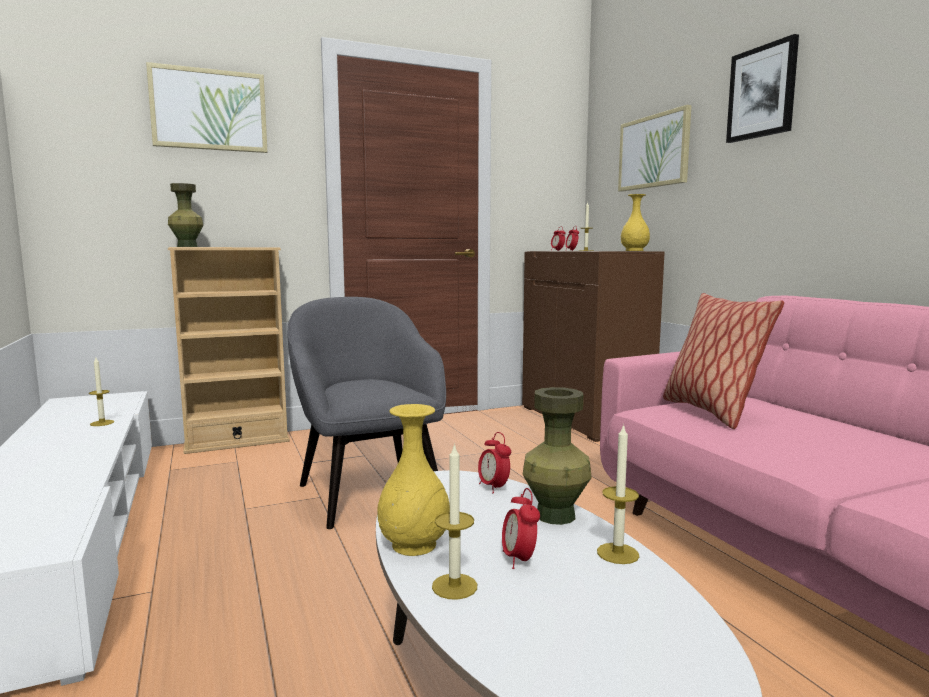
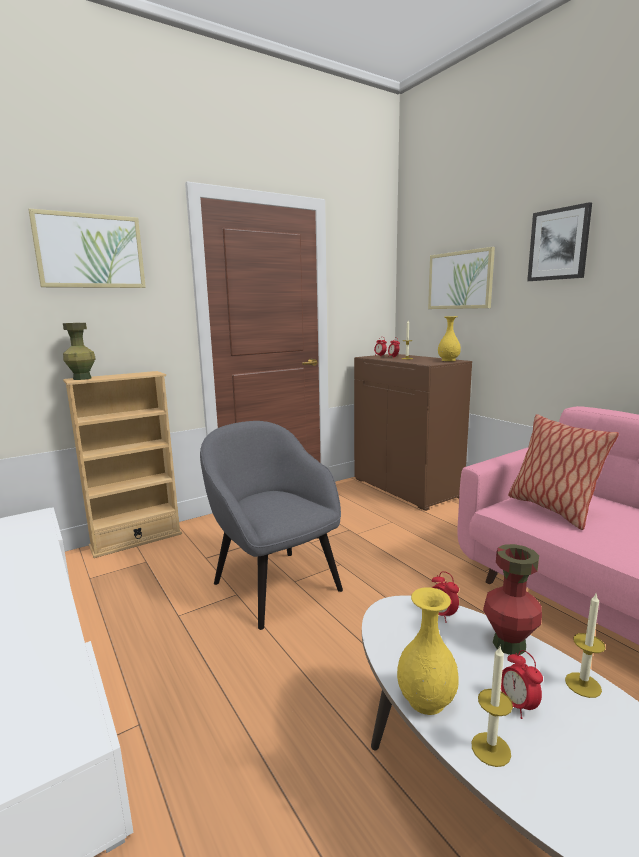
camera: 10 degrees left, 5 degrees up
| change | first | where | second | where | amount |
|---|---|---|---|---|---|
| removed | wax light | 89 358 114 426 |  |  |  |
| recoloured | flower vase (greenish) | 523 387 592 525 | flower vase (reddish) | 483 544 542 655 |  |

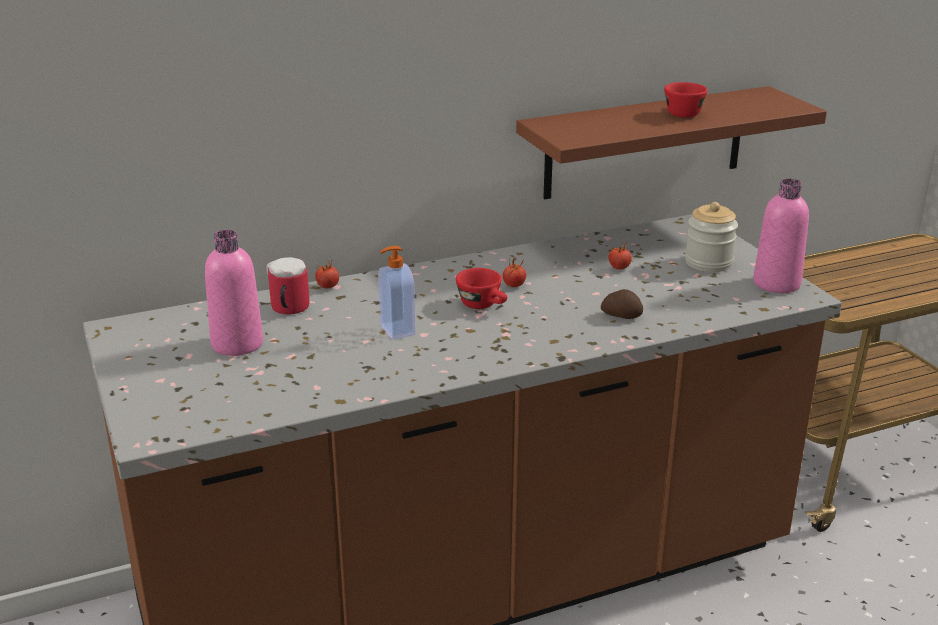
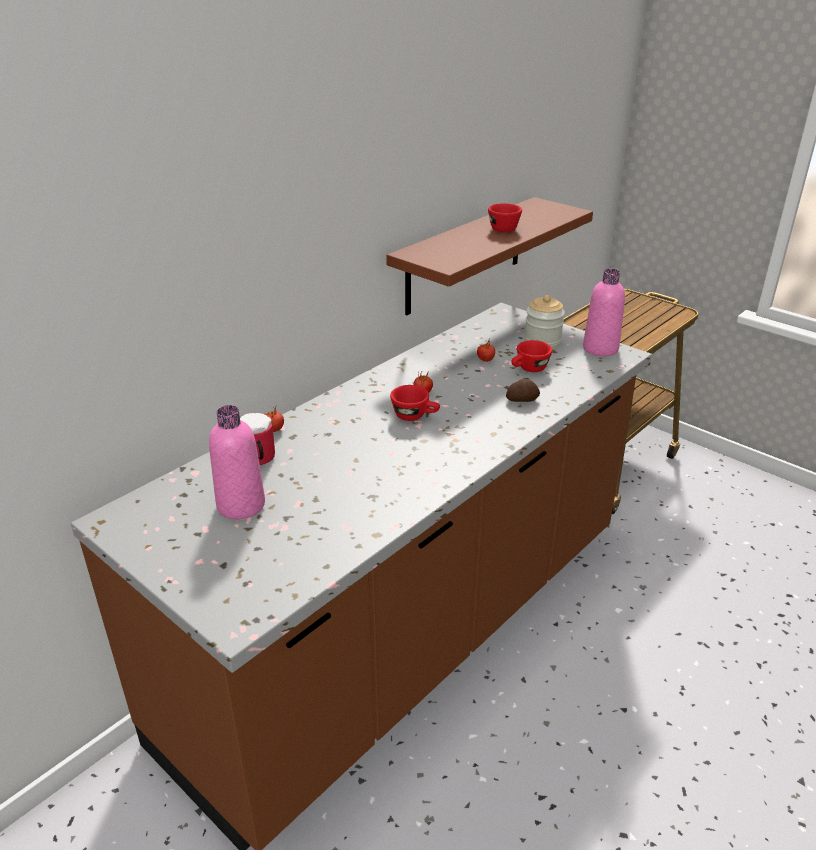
camera: 25 degrees left, 5 degrees up
| change | first | where | second | where | amount |
|---|---|---|---|---|---|
| removed | soap bottle | 378 246 416 340 |  |  |  |
| added |  |  | cup (reddish) | 511 340 552 372 |  |

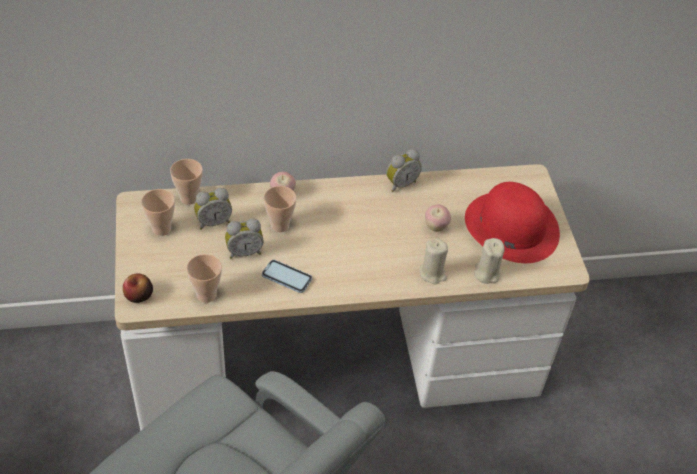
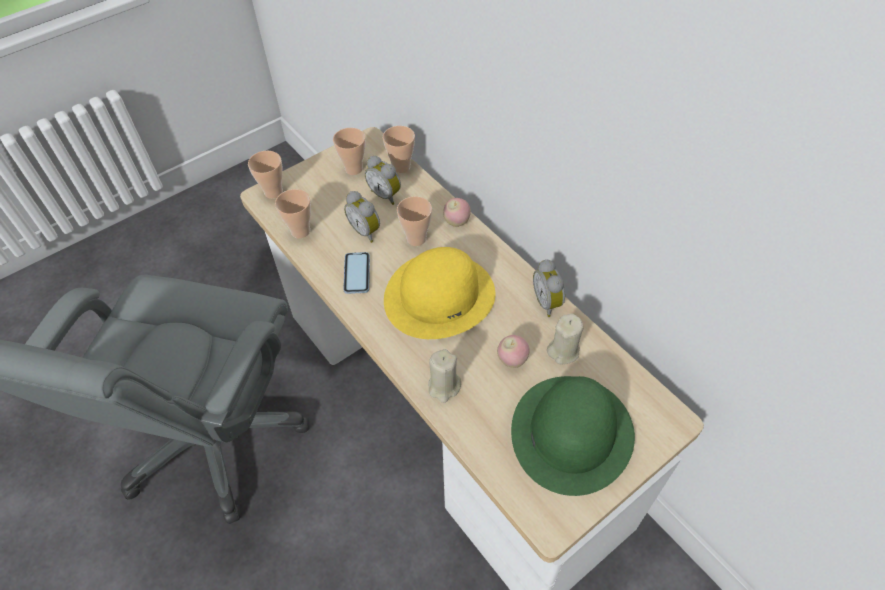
camera: 65 degrees right, 5 degrees up
| change | first | where | second | where | amount |
|---|---|---|---|---|---|
| turned | alarm clock | 386 149 422 192 |  | 533 259 565 317 | 45 degrees clockwise |
| recoloured | clothing hat (reddish) | 465 182 560 263 | clothing hat (greenish) | 511 376 635 496 |  |
| moved | wax light (beige-coloured) | 474 238 505 284 |  | 547 314 584 365 |  |
| replaced | apple | 123 273 153 303 | cup | 248 151 283 199 |  |
| added |  |  | clothing hat (yellow-coloured) | 384 247 495 339 |  |

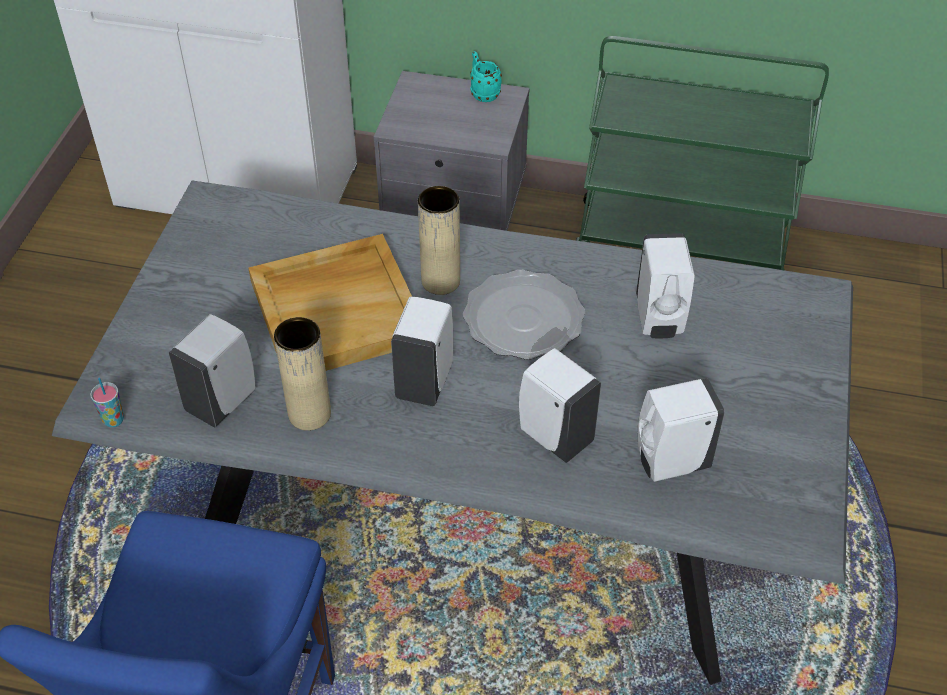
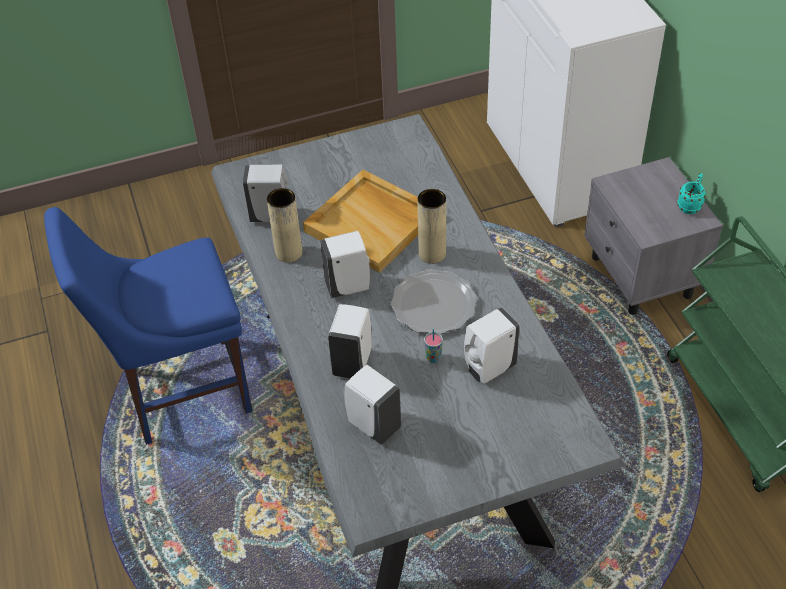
camera: 60 degrees right, 0 degrees up
| change | first | where | second | where | amount |
|---|---|---|---|---|---|
| moved | cup | 90 377 124 427 |  | 424 329 443 363 |  |

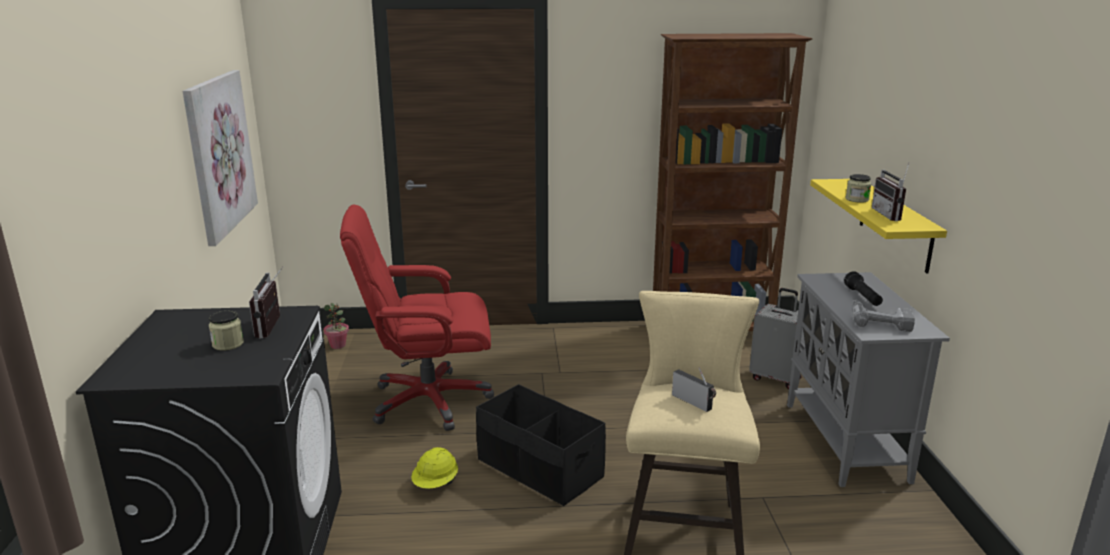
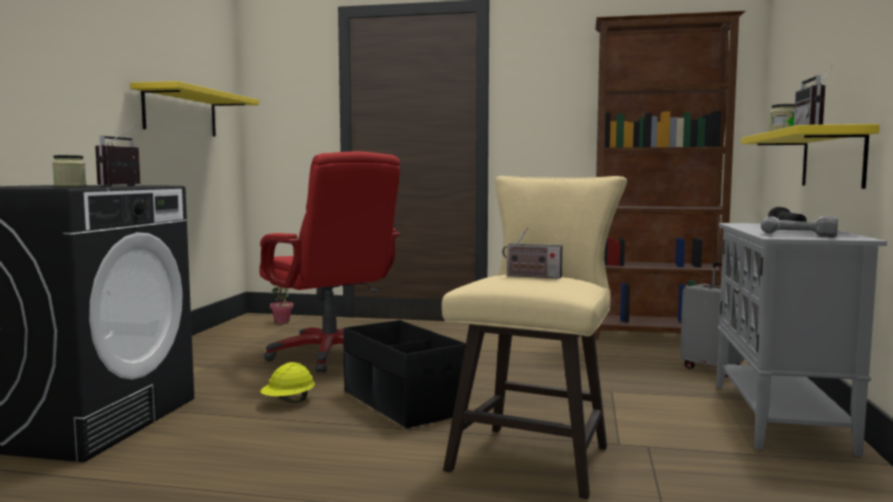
camera: 15 degrees right, 15 degrees down
| change | first | where | second | where | amount |
|---|---|---|---|---|---|
| replaced | picture | 183 70 258 246 | shelf (yellow-coloured) | 130 81 259 136 |  |
| turned | office chair (reddish) | 340 204 494 431 |  | 259 151 400 373 | 135 degrees counterclockwise |
| turned | radio set | 672 367 716 412 |  | 502 227 562 279 | 135 degrees clockwise |

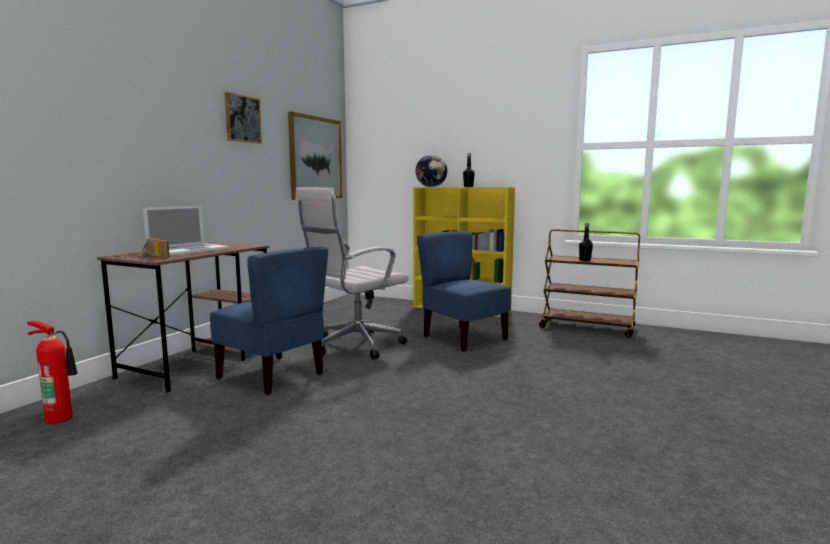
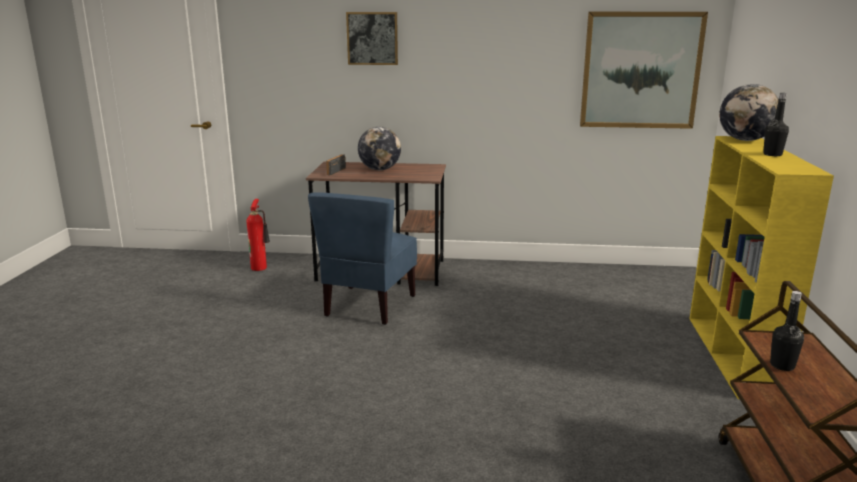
camera: 70 degrees right, 10 degrees up
| change | first | where | second | where | amount |
|---|---|---|---|---|---|
| moved | picture | 225 92 262 144 |  | 346 12 398 65 |  |
| removed | office chair (white-coloured) | 295 187 409 360 |  |  |  |
| replaced | notebook computer | 143 206 230 255 | world globe | 358 127 401 170 |  |
| removed | upright chair (blue) | 417 231 511 352 |  |  |  |

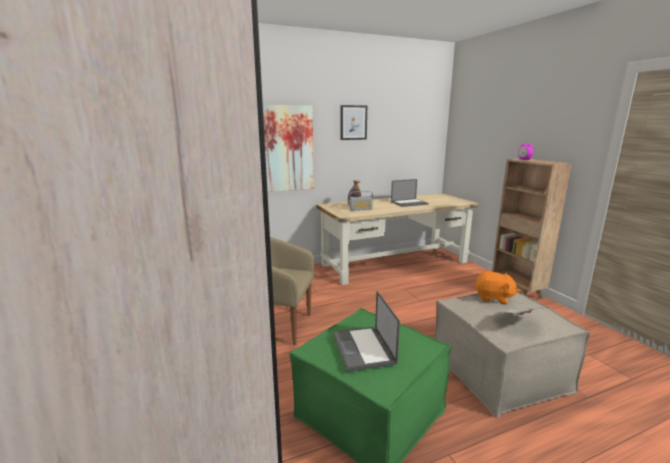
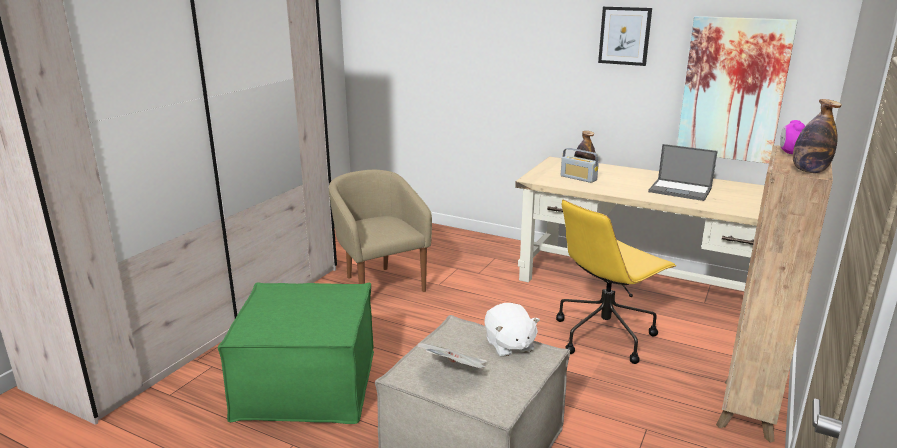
camera: 50 degrees right, 5 degrees up
| change | first | where | second | where | amount |
|---|---|---|---|---|---|
| moved | picture | 263 105 314 192 |  | 677 16 798 164 |  |
| recoloured | cuddly toy (orange) | 474 271 519 305 | cuddly toy (white-coloured) | 484 303 540 357 |  |
| removed | notebook computer | 333 291 400 372 |  |  |  |
| added |  |  | bottle | 793 99 842 173 |  |
| added |  |  | office chair (yellow-coloured) | 556 199 677 364 |  |

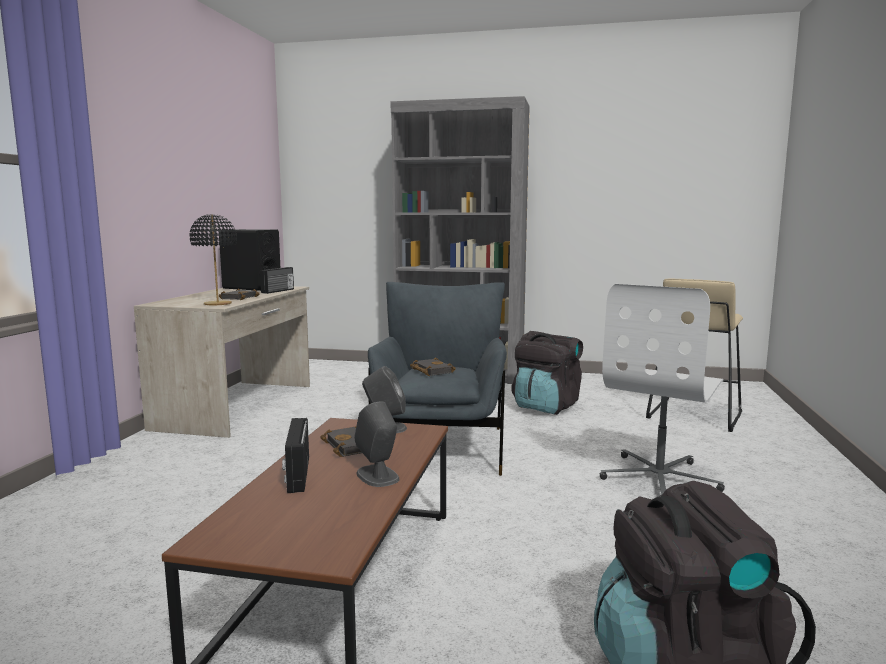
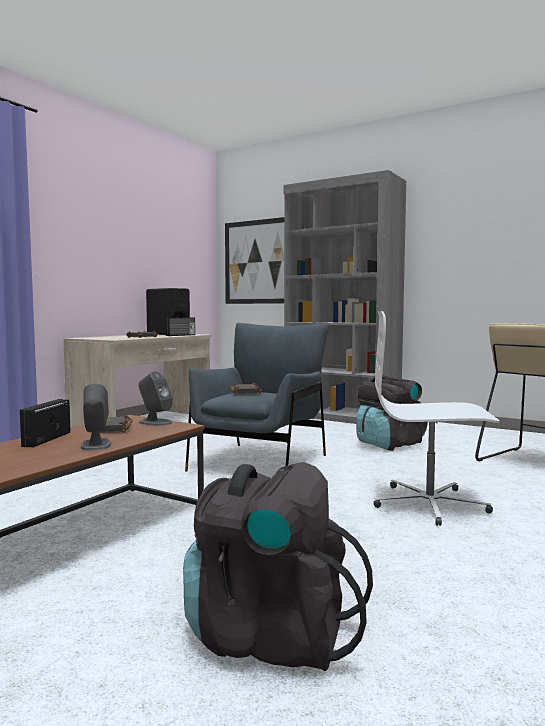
camera: 20 degrees right, 5 degrees down
| change | first | where | second | where | amount |
|---|---|---|---|---|---|
| removed | lamp for a table (black) | 189 214 237 305 |  |  |  |
| turned | office chair (white-coloured) | 600 284 725 496 |  | 374 311 500 526 | 45 degrees clockwise |
| added |  |  | picture | 225 217 284 304 |  |

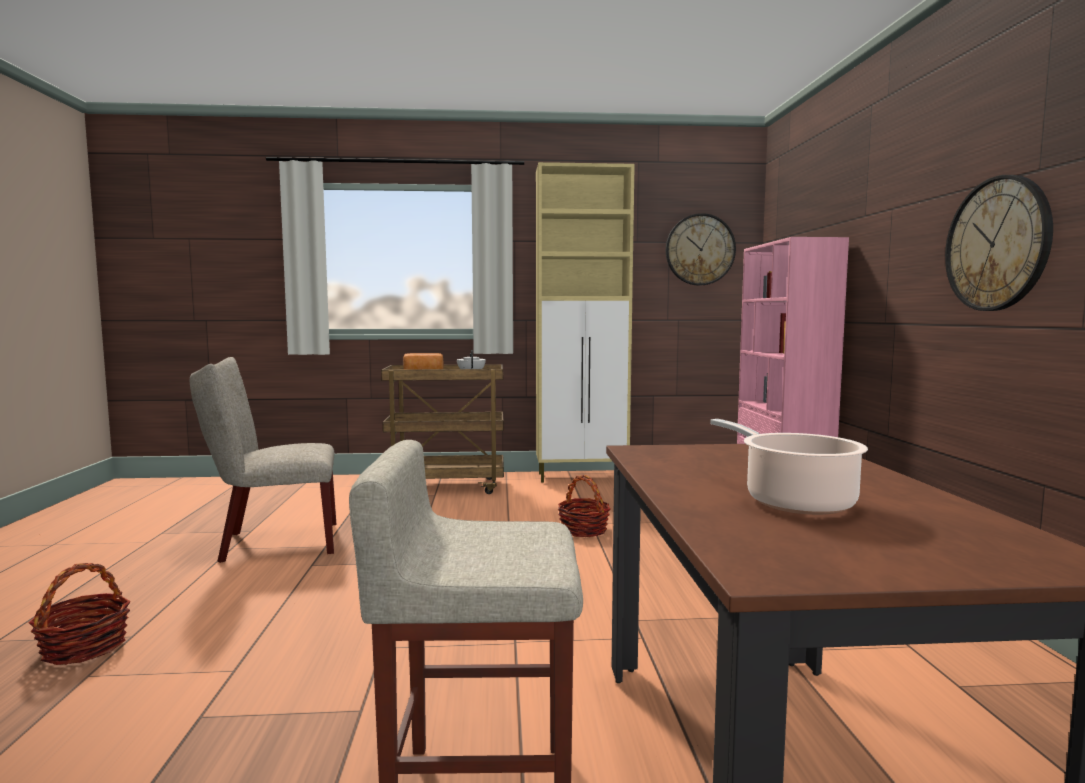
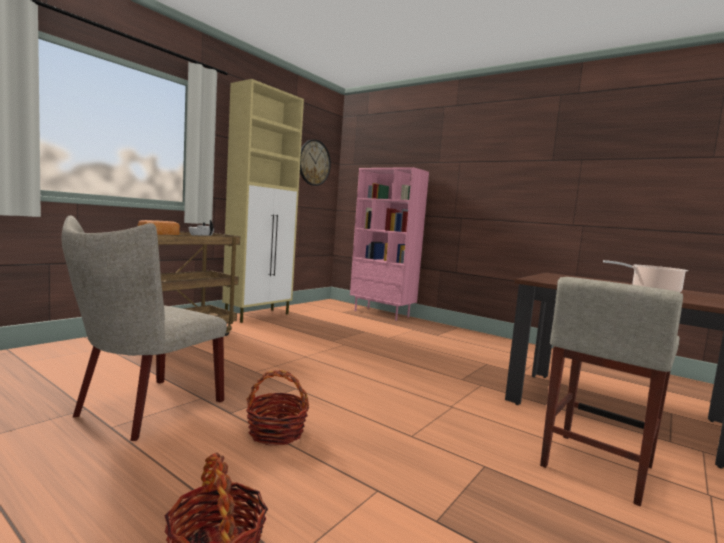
camera: 50 degrees left, 0 degrees up
| change | first | where | second | where | amount |
|---|---|---|---|---|---|
| removed | hanging clock | 945 175 1053 311 |  |  |  |
| moved | household basket | 558 475 610 537 |  | 246 370 309 446 |  |

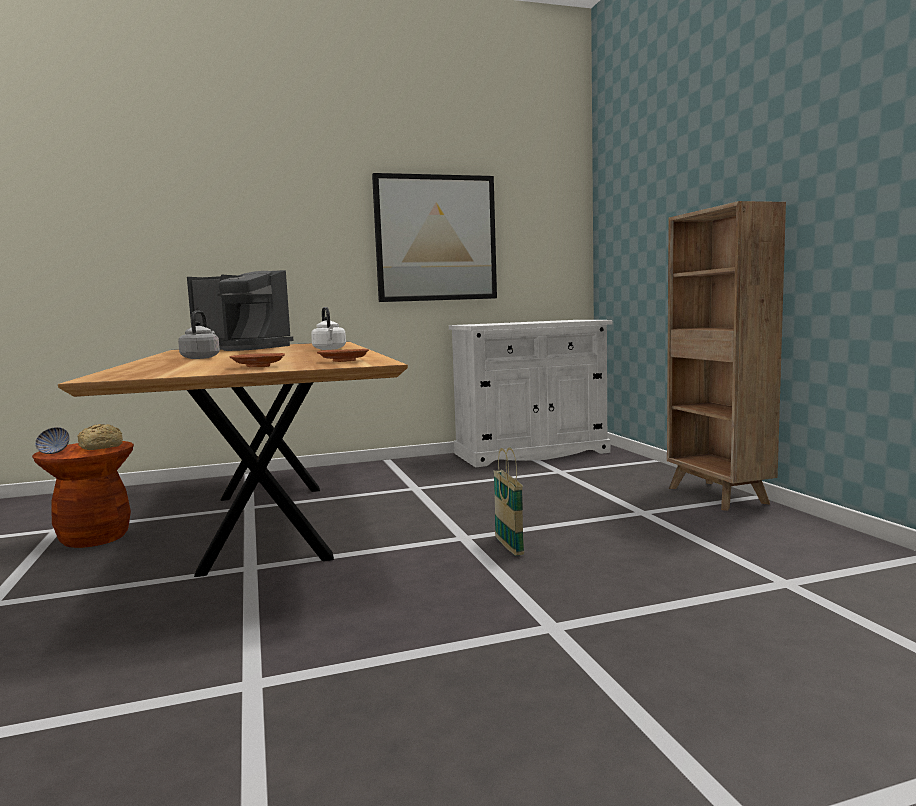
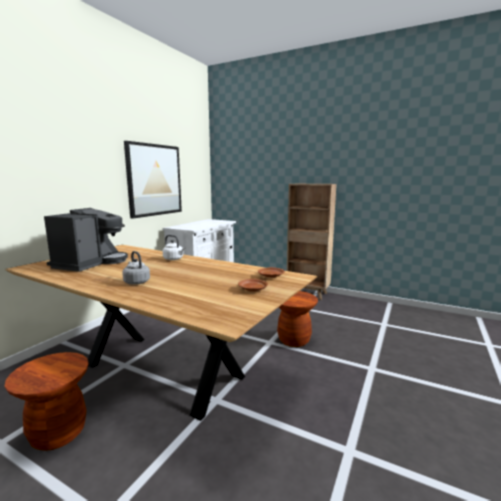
camera: 45 degrees left, 5 degrees up
| change | first | where | second | where | amount |
|---|---|---|---|---|---|
| turned | coffee maker | 187 270 294 351 |  | 44 208 128 272 | 45 degrees counterclockwise |
| removed | bakery bread | 77 424 123 450 |  |  |  |
| removed | serving bowl | 35 427 70 454 |  |  |  |
| replaced | household basket | 494 447 524 556 | sitting stool (brown) | 277 291 318 347 |  |

